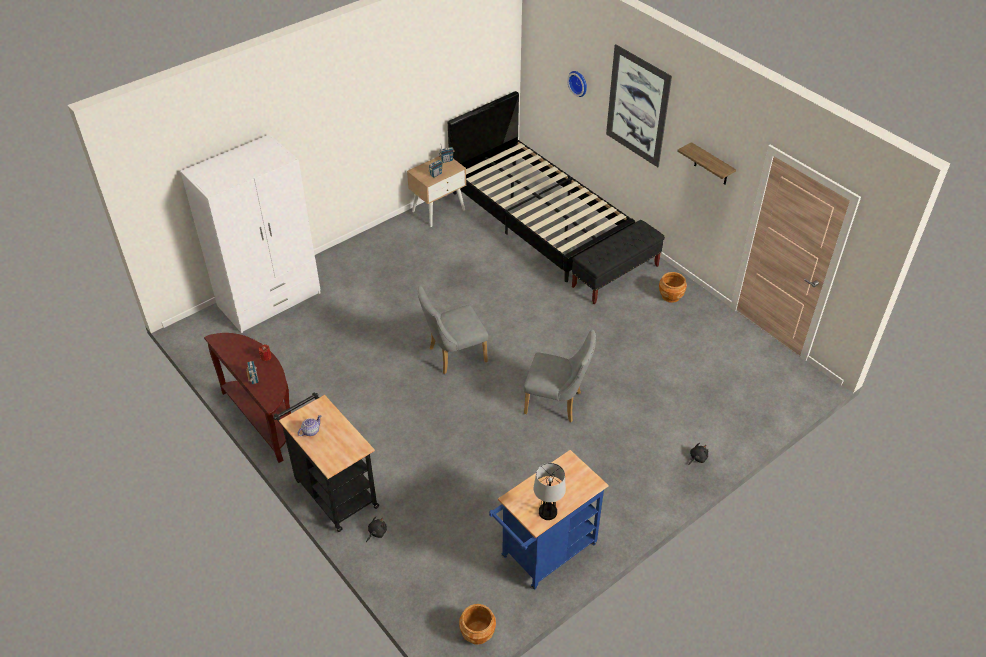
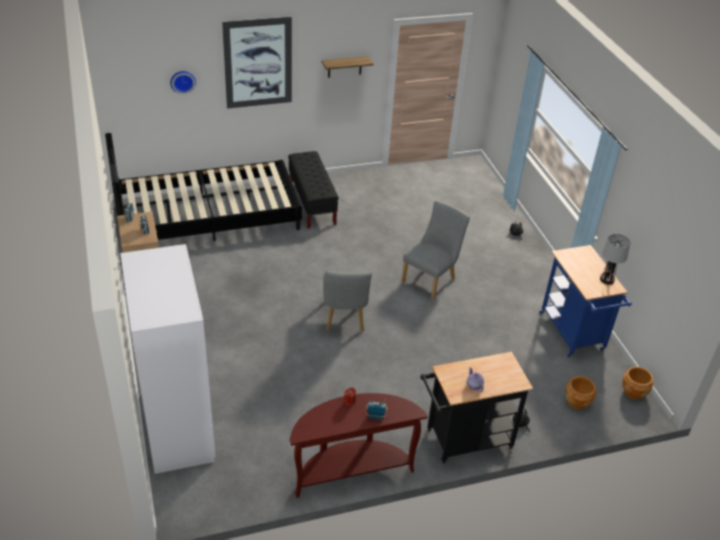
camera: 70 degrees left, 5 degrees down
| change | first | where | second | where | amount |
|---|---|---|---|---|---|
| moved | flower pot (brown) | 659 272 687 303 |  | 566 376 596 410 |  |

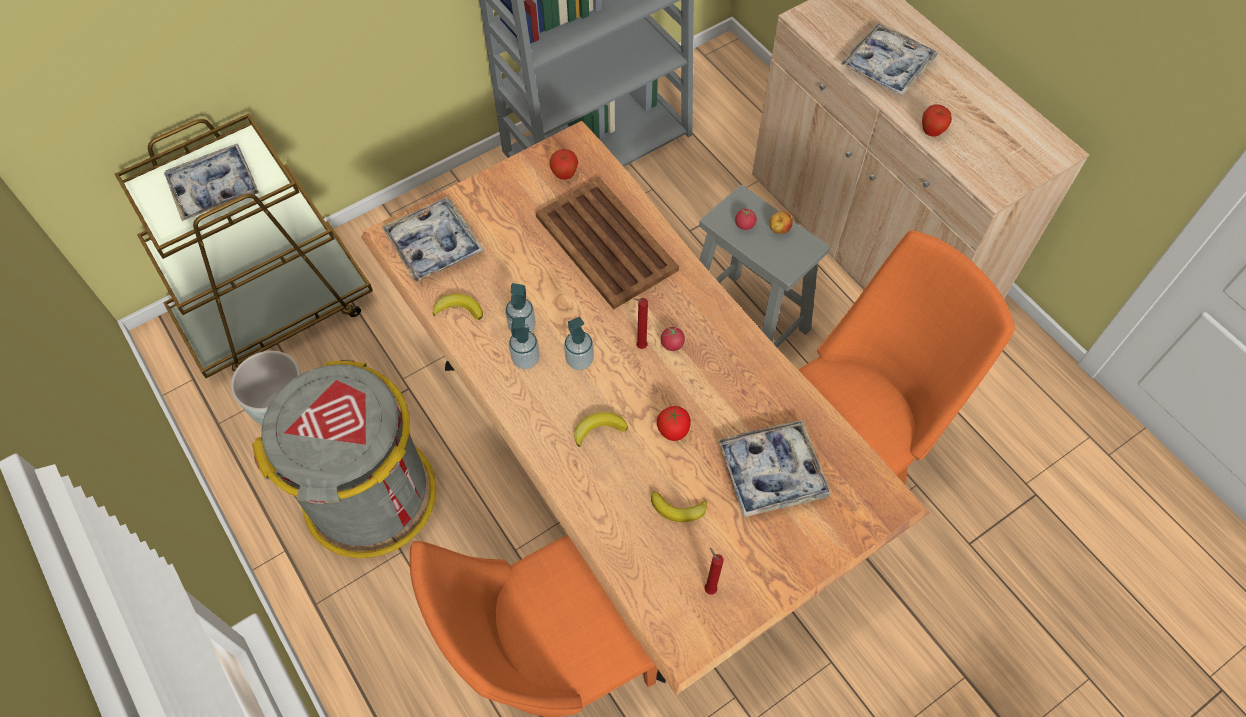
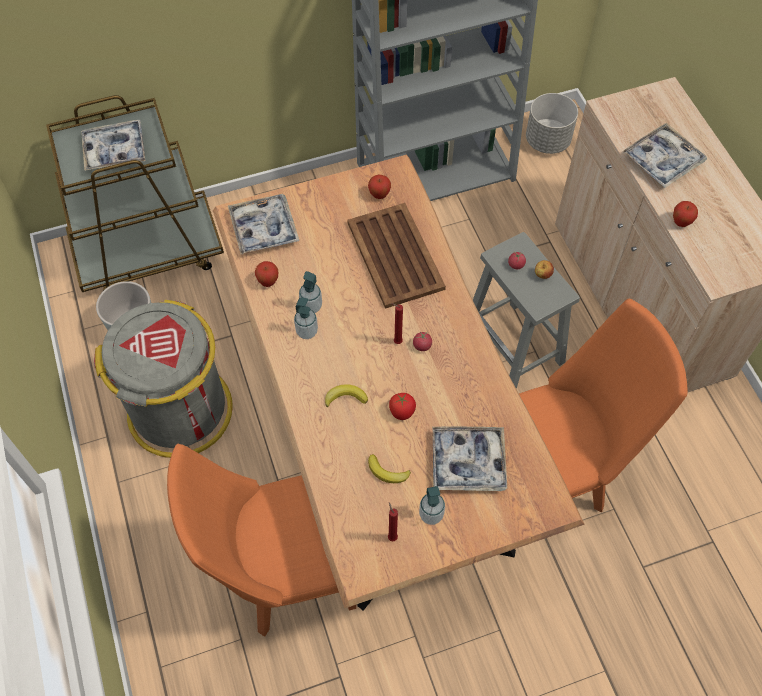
camera: 15 degrees right, 0 degrees up
| change | first | where | second | where | amount |
|---|---|---|---|---|---|
| replaced | banana fruit | 433 294 483 320 | apple | 255 261 278 287 |  |
| moved | soap bottle | 564 317 594 370 |  | 419 486 445 525 |  |
| added |  |  | flower pot (grey) | 526 93 578 154 |  |

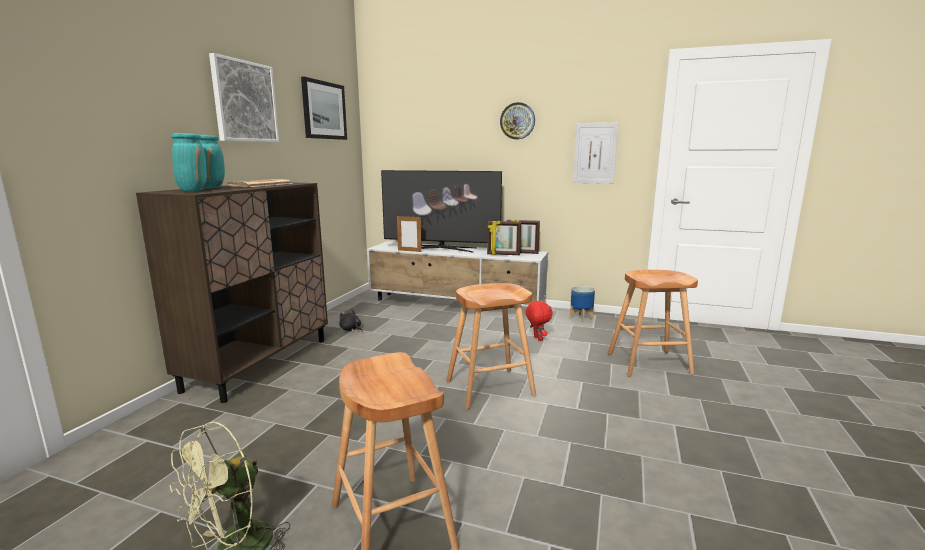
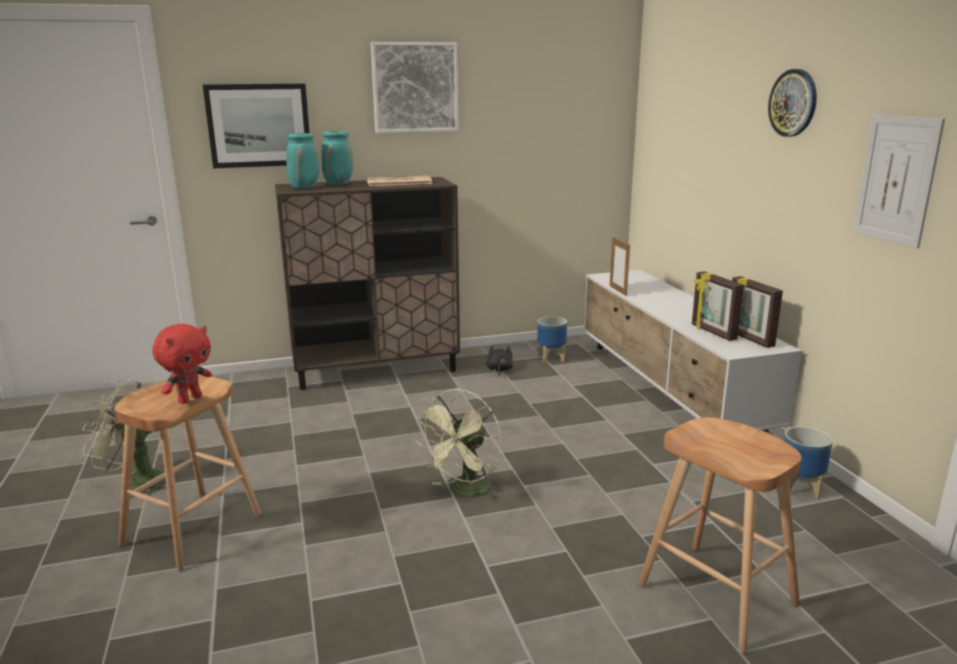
camera: 55 degrees right, 5 degrees up
| change | first | where | second | where | amount |
|---|---|---|---|---|---|
| moved | picture | 301 77 347 140 |  | 203 84 310 168 |  |
| removed | television | 381 170 502 253 |  |  |  |
| replaced | sitting stool (brown) | 446 283 536 409 | electric fan (greenish) | 416 389 504 500 |  |
| moved | cuddly toy (reddish) | 526 300 552 341 |  | 152 324 212 404 |  |
| added |  |  | flower pot | 537 316 567 363 |  |

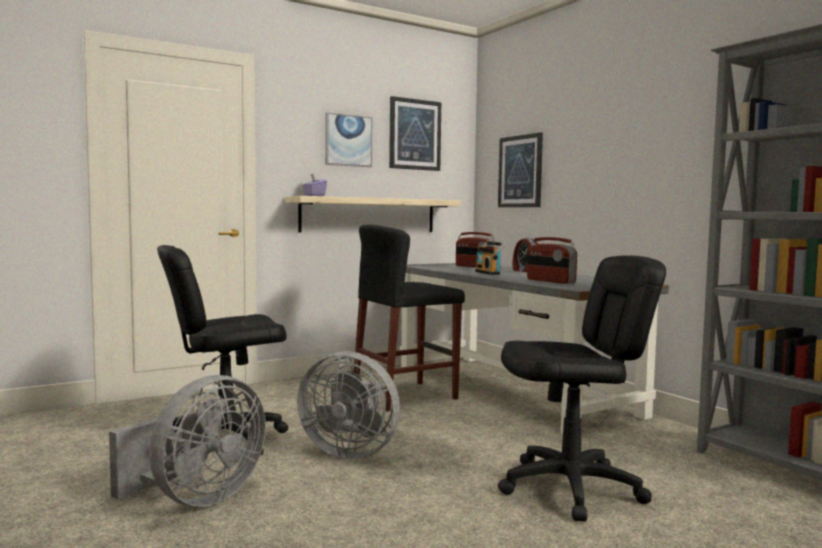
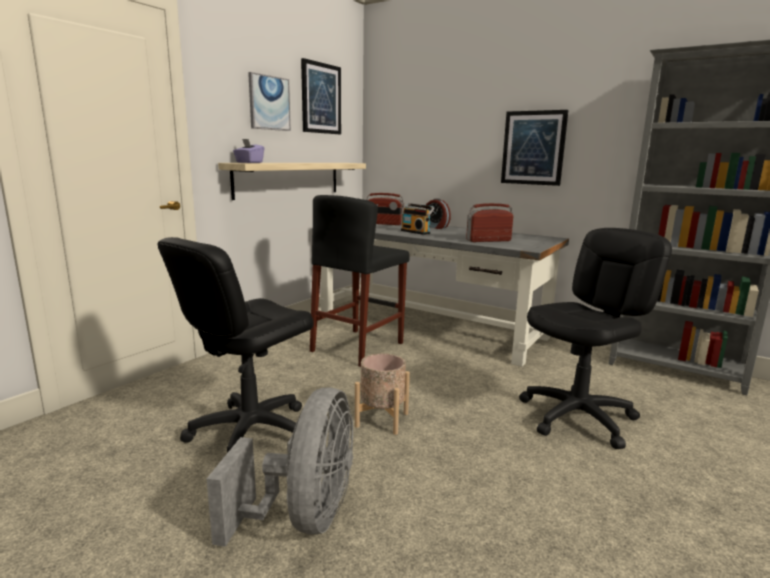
camera: 25 degrees left, 10 degrees up
| change | first | where | second | where | amount |
|---|---|---|---|---|---|
| moved | picture | 498 132 543 207 |  | 501 110 568 186 |  |
| turned | radio set | 527 237 577 284 |  | 466 203 513 242 | 135 degrees clockwise |
| replaced | electric fan (grey) | 297 351 400 459 | flower pot (beige-coloured) | 355 353 410 435 |  |

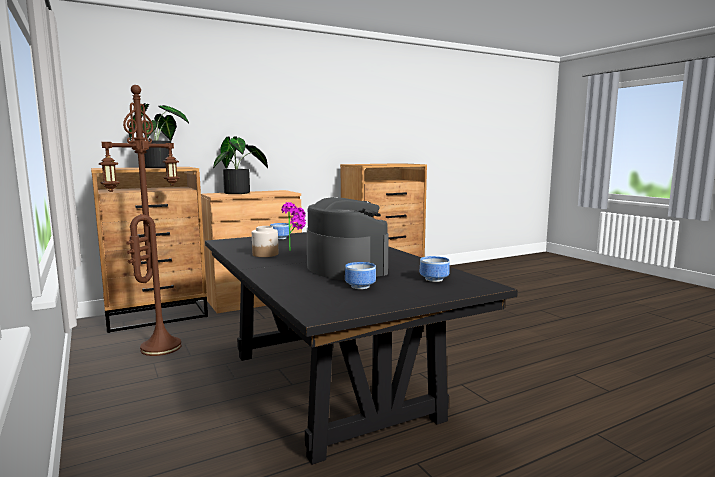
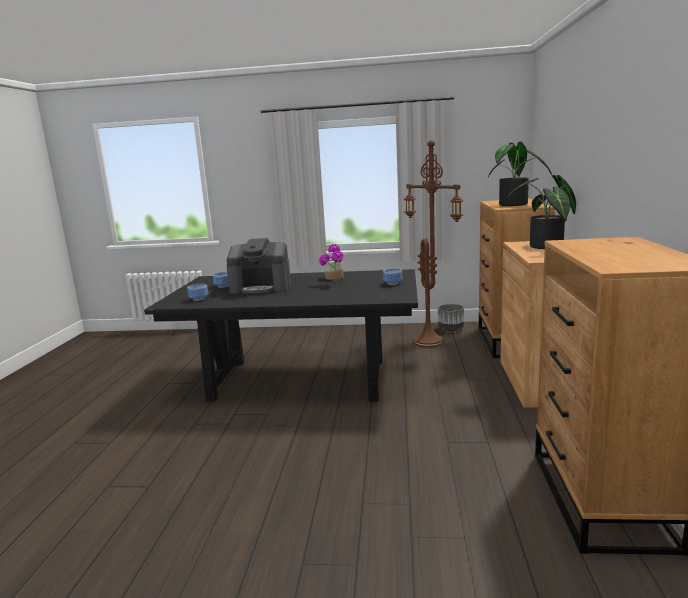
camera: 125 degrees right, 5 degrees up
| change | first | where | second | where | amount |
|---|---|---|---|---|---|
| added |  |  | flower pot (grey) | 438 304 464 331 |  |

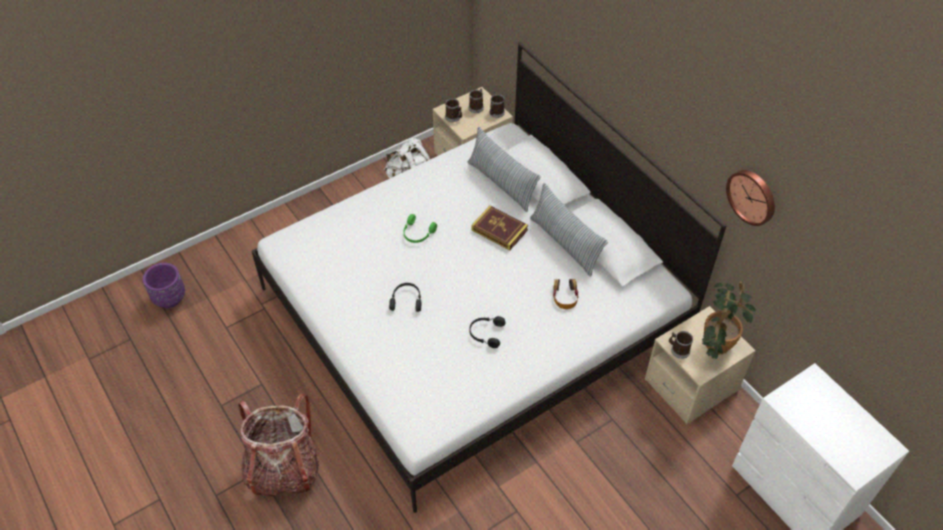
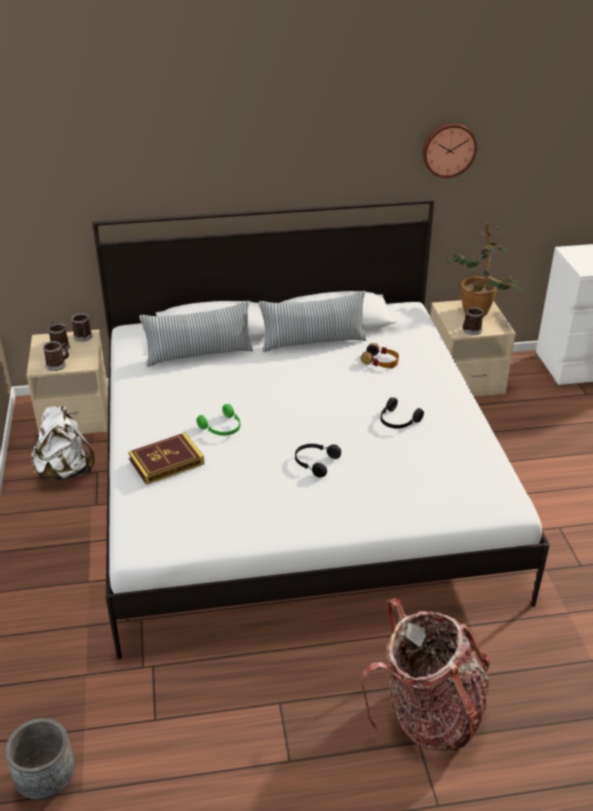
camera: 65 degrees left, 15 degrees down
| change | first | where | second | where | amount |
|---|---|---|---|---|---|
| moved | bound book | 471 206 528 250 |  | 128 433 204 485 |  |
| recoloured | flower pot (purplish) | 143 263 185 308 | flower pot (grey) | 5 718 75 800 |  |

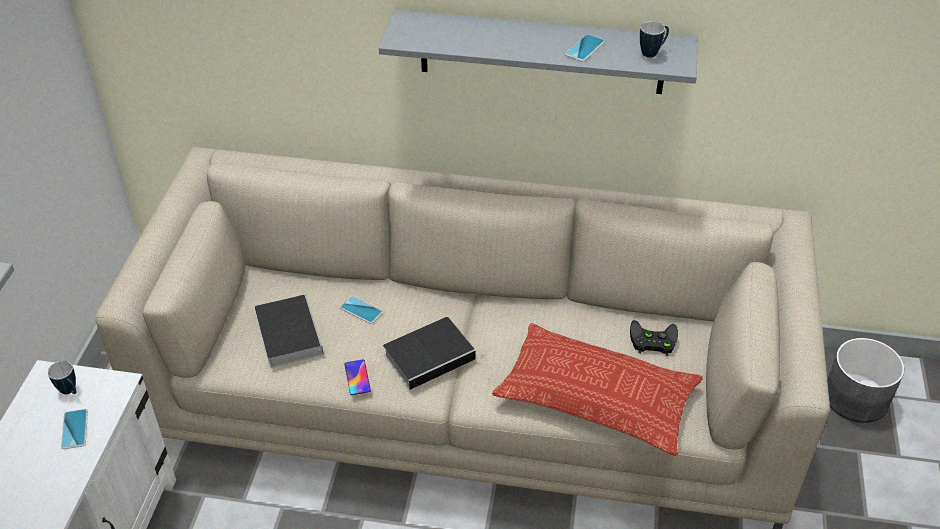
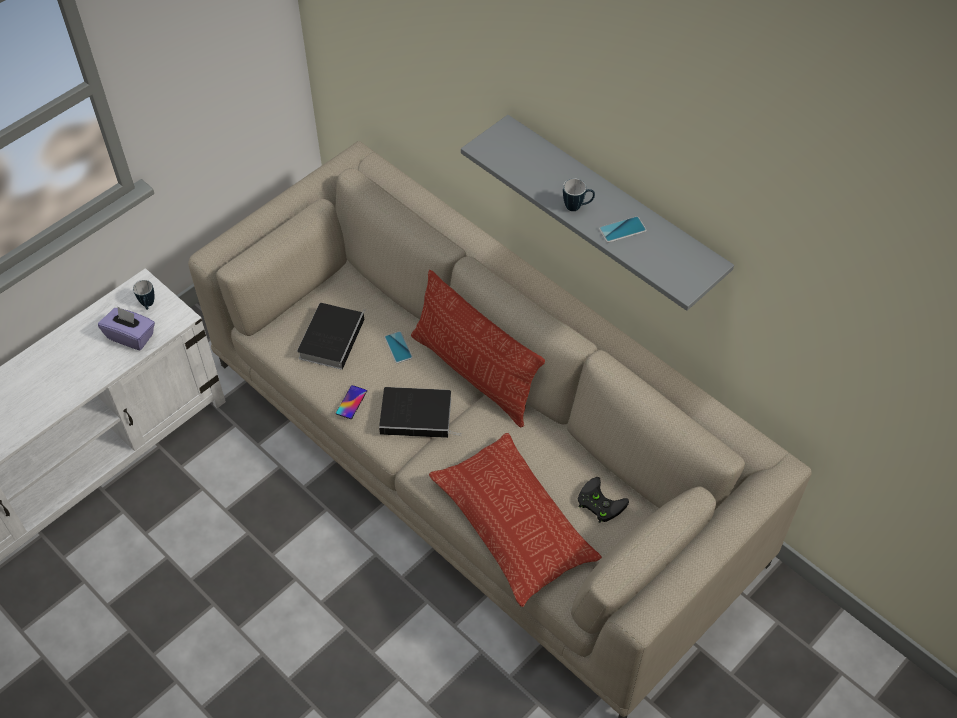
camera: 35 degrees right, 10 degrees up
| change | first | where | second | where | amount |
|---|---|---|---|---|---|
| moved | mug | 640 21 669 58 |  | 563 178 595 211 |  |
| removed | flower pot (grey) | 827 338 904 423 |  |  |  |
| replaced | telephone | 61 409 88 449 | tissue holder (purplish) | 98 306 155 350 |  |
| added |  |  | cushion | 411 270 545 427 |  |

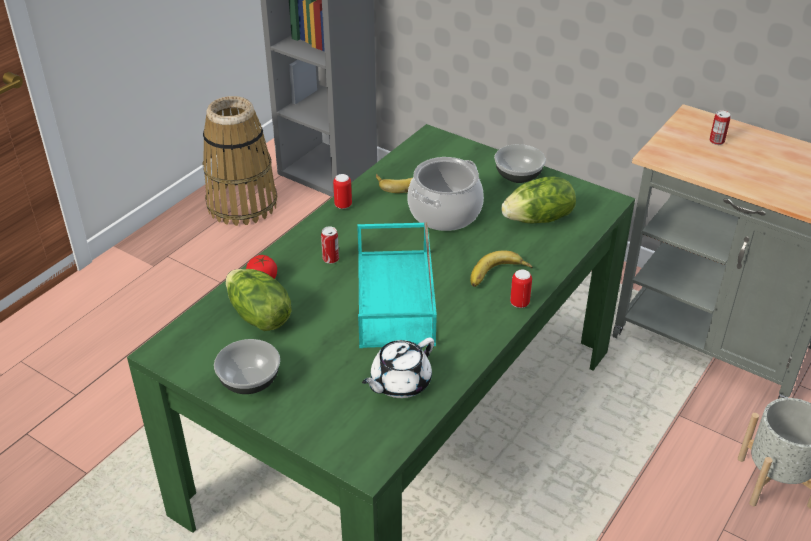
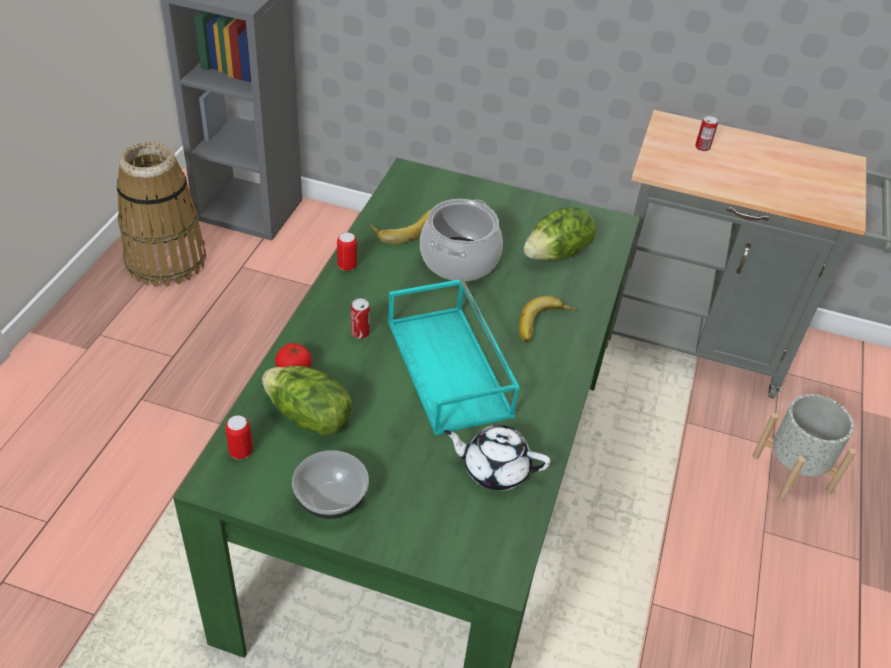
camera: 20 degrees left, 5 degrees up
| change | first | where | second | where | amount |
|---|---|---|---|---|---|
| removed | serving bowl | 494 144 546 183 |  |  |  |
| moved | sealed can | 510 270 532 308 |  | 225 415 253 460 |  |
| turned | pot for tea (white-coloured) | 362 337 434 398 |  | 444 425 551 491 | 75 degrees clockwise |

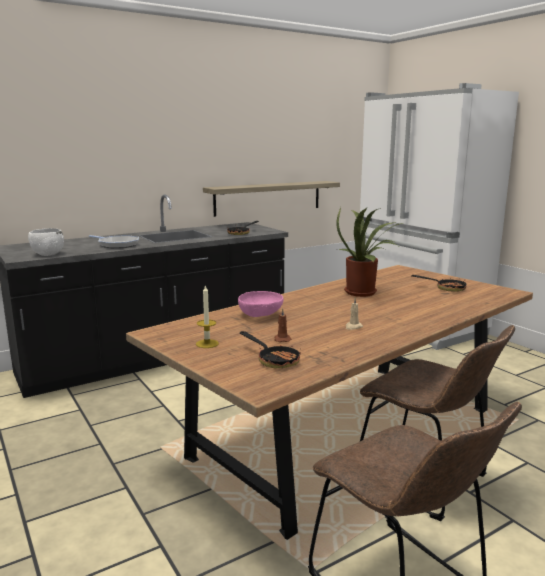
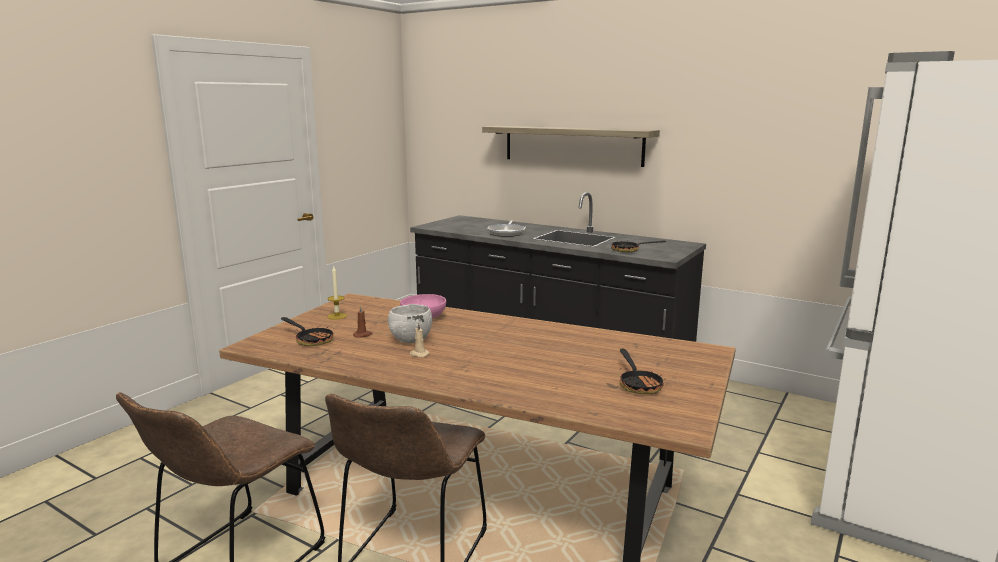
camera: 65 degrees right, 0 degrees up
| change | first | where | second | where | amount |
|---|---|---|---|---|---|
| moved | shelf | 203 181 340 217 |  | 482 126 660 167 |  |
| removed | houseplant | 336 207 403 297 |  |  |  |
| moved | serving bowl (white-coloured) | 28 228 64 256 |  | 388 304 432 343 |  |
| turned | frying pan | 240 331 301 368 |  | 281 317 333 346 | 75 degrees counterclockwise |

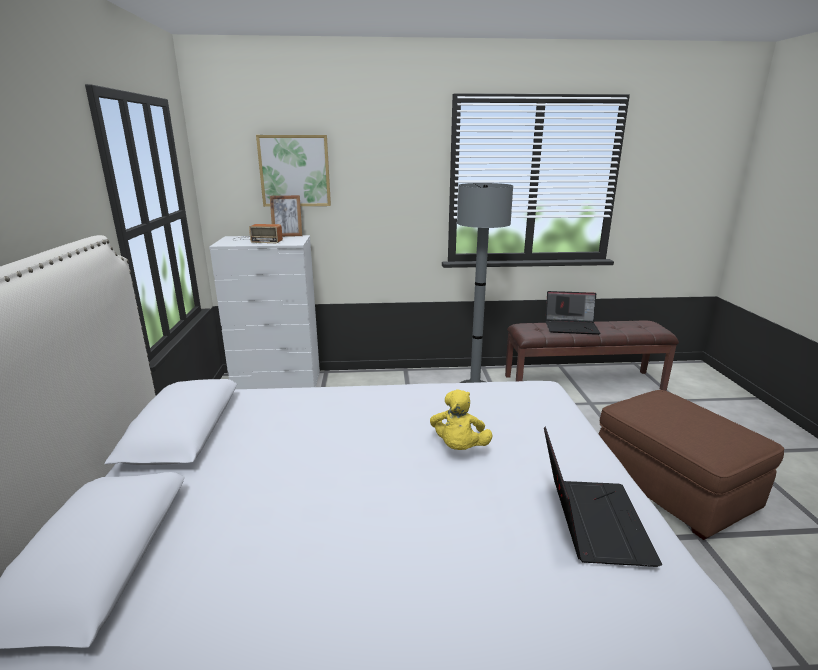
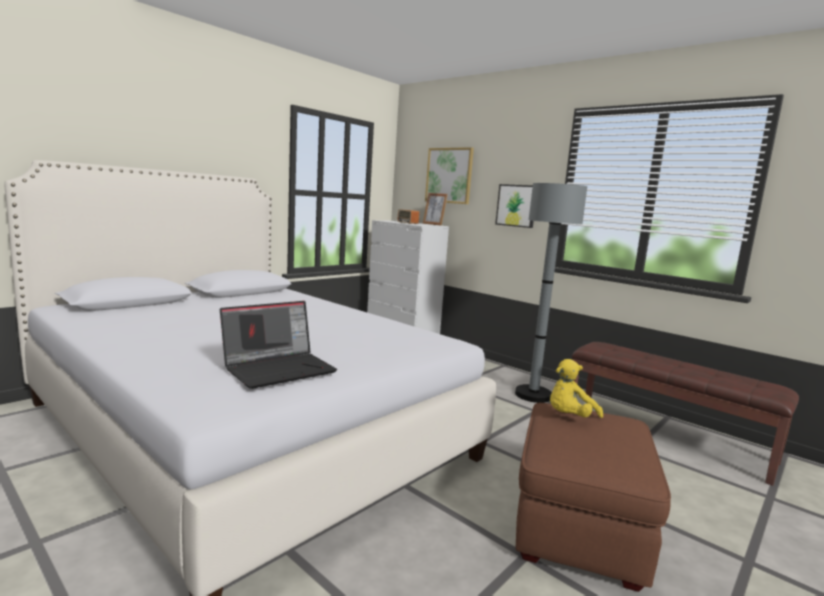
camera: 45 degrees right, 10 degrees down
| change | first | where | second | where | amount |
|---|---|---|---|---|---|
| removed | notebook computer | 545 291 600 335 |  |  |  |
| moved | cuddly toy (yellow-coloured) | 430 389 493 450 |  | 550 359 603 418 |  |
| added |  |  | picture | 495 184 534 228 |  |

